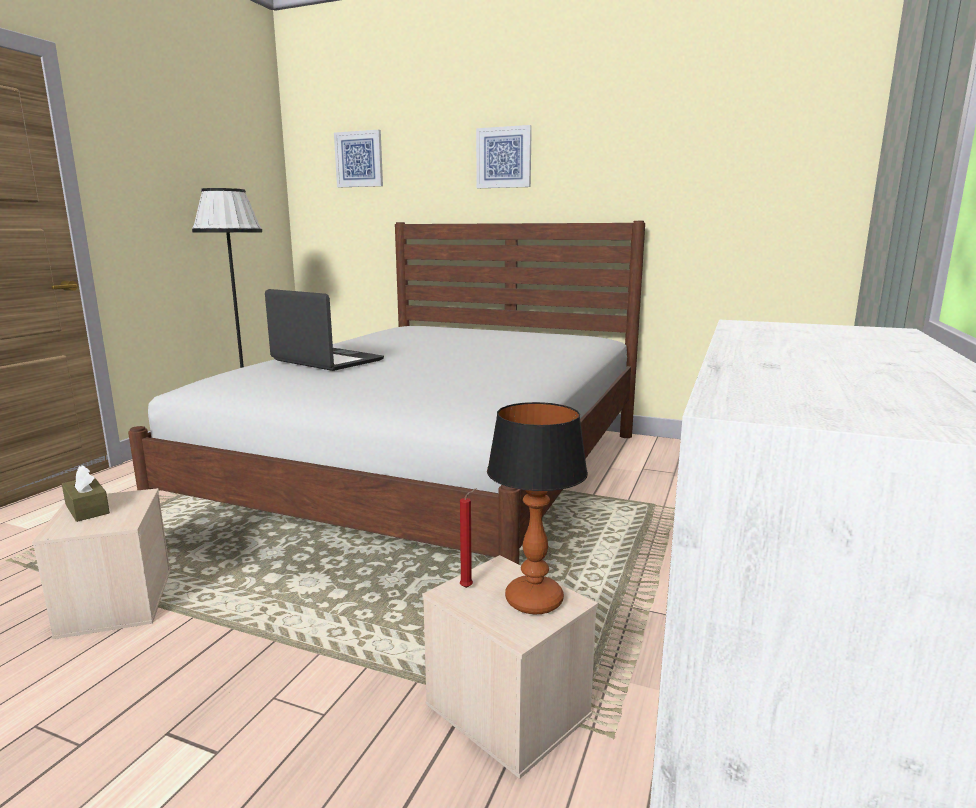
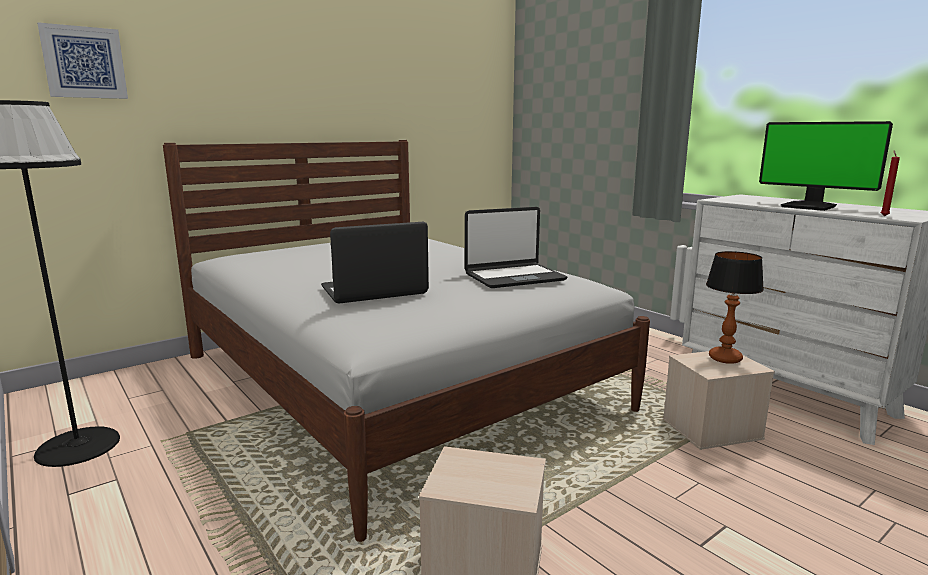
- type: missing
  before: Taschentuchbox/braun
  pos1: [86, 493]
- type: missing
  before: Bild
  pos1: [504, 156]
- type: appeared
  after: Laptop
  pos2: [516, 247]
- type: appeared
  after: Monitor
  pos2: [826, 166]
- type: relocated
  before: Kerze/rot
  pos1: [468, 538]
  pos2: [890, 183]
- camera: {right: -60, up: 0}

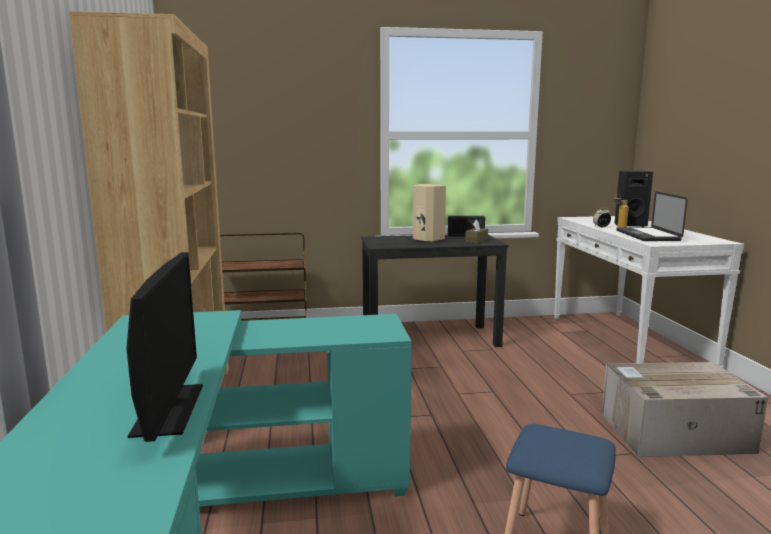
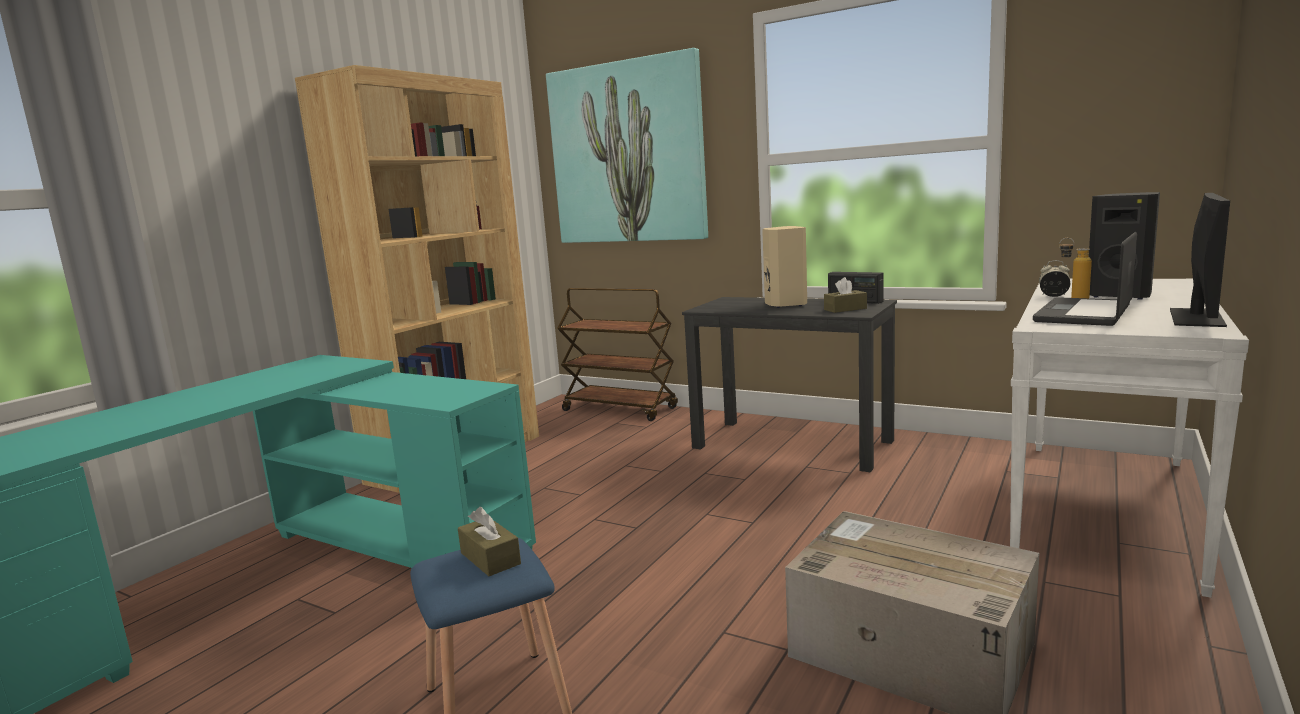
- type: appeared
  after: Taschentuchbox/braun
  pos2: [489, 541]
- type: appeared
  after: Bild
  pos2: [627, 145]
- type: relocated
  before: Monitor
  pos1: [164, 347]
  pos2: [1200, 260]
- camera: {right: 40, up: 0}

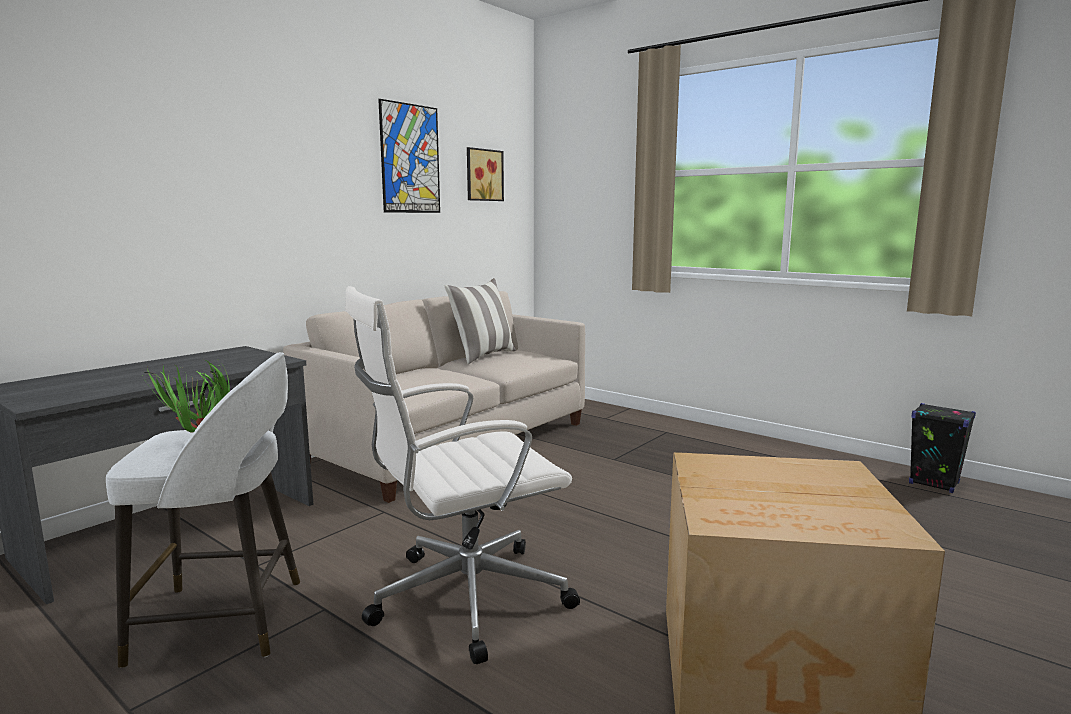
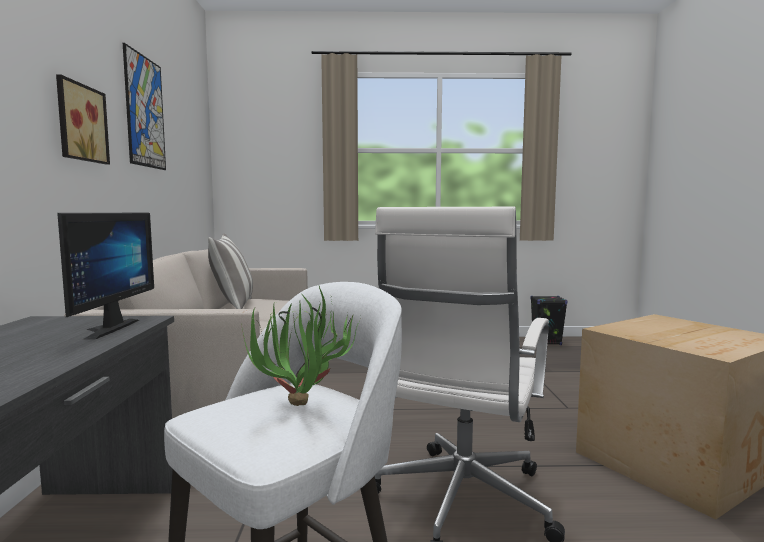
- type: appeared
  after: Monitor
  pos2: [105, 276]
- type: relocated
  before: Bild
  pos1: [485, 174]
  pos2: [83, 119]
- camera: {right: -40, up: -5}

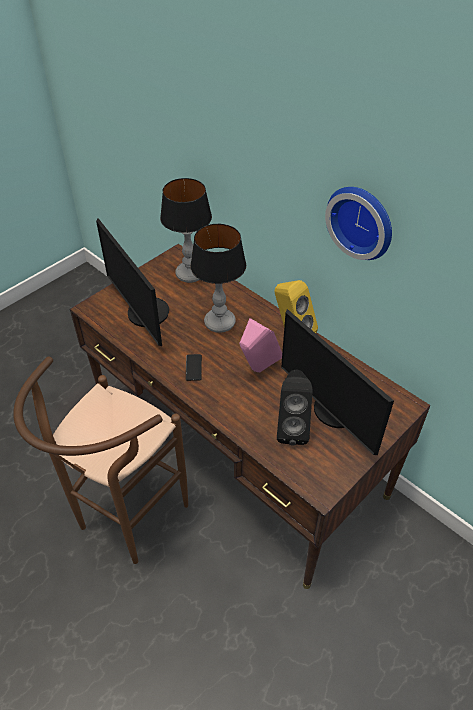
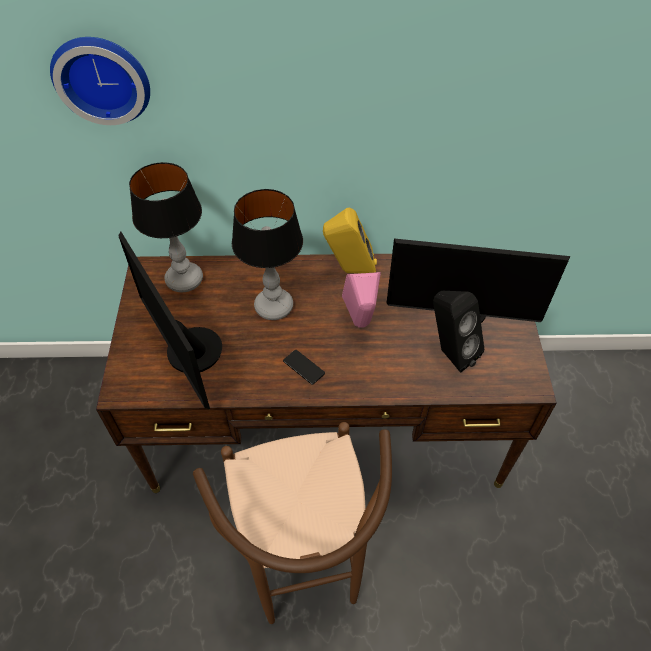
- type: relocated
  before: Wanduhr
  pos1: [358, 223]
  pos2: [100, 81]
- type: spun
  before: Monitor
  pos1: [132, 282]
  pos2: [170, 320]
  turn: 45
- camera: {right: -45, up: 5}

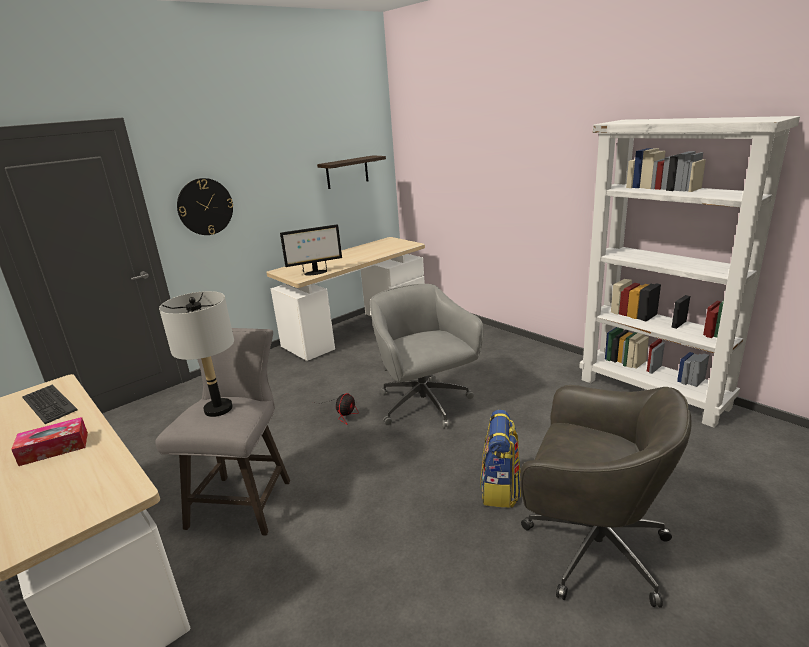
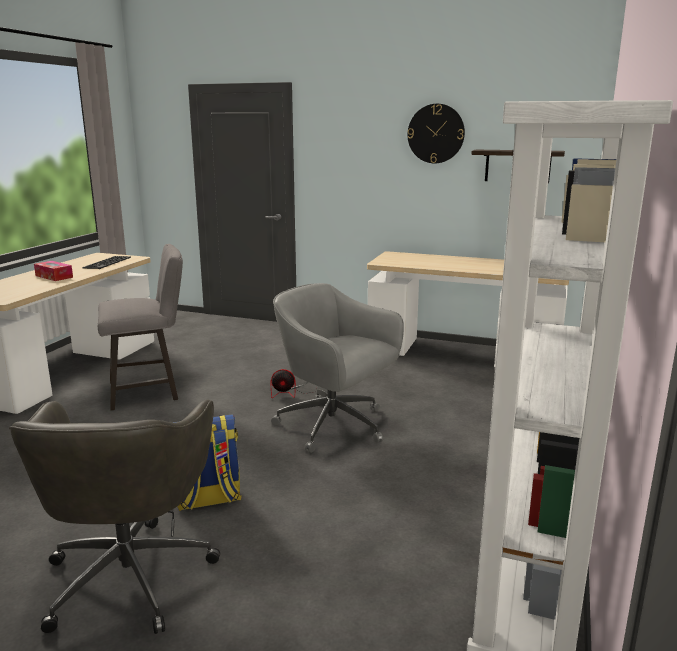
- type: missing
  before: Tischlampe/grau
  pos1: [196, 354]
- type: missing
  before: Monitor
  pos1: [311, 249]
- type: relocated
  before: Wanduhr
  pos1: [205, 206]
  pos2: [436, 133]
- type: spun
  before: Bürostuhl/grau
  pos1: [427, 356]
  pos2: [337, 368]
  turn: -90
- camera: {right: 60, up: -5}

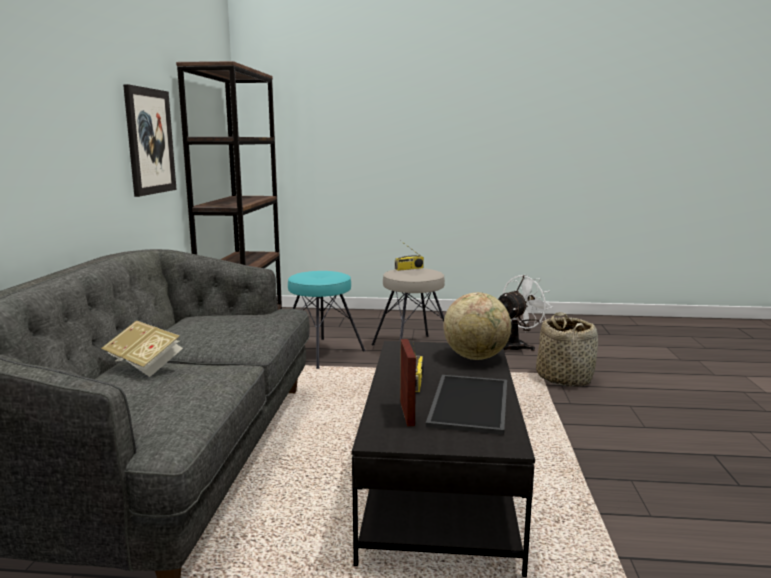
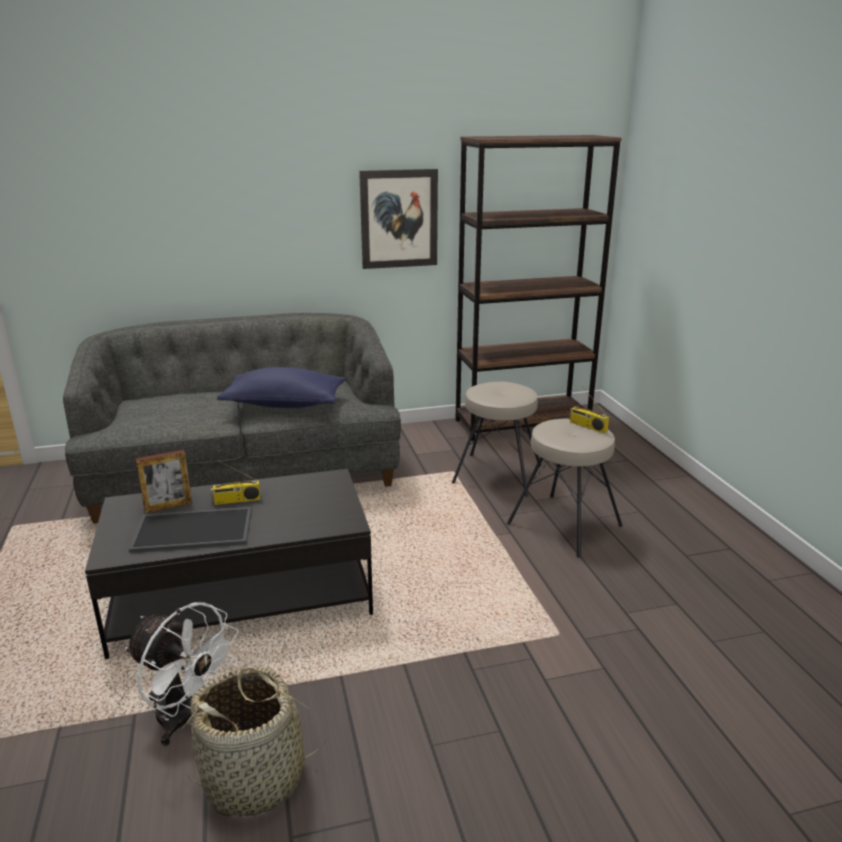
- type: missing
  before: Buch
  pos1: [142, 348]
- type: missing
  before: Globus
  pos1: [477, 326]
- type: appeared
  after: Kissen/blau
  pos2: [281, 387]
- type: relocated
  before: Ventilator/weiß
  pos1: [525, 312]
  pos2: [182, 674]
- type: relocated
  before: Korb
  pos1: [567, 349]
  pos2: [254, 742]
- type: colour
  before: Hocker/türkis
  after: Hocker/beige
  pos1: [326, 320]
  pos2: [496, 439]
- camera: {right: 70, up: 10}

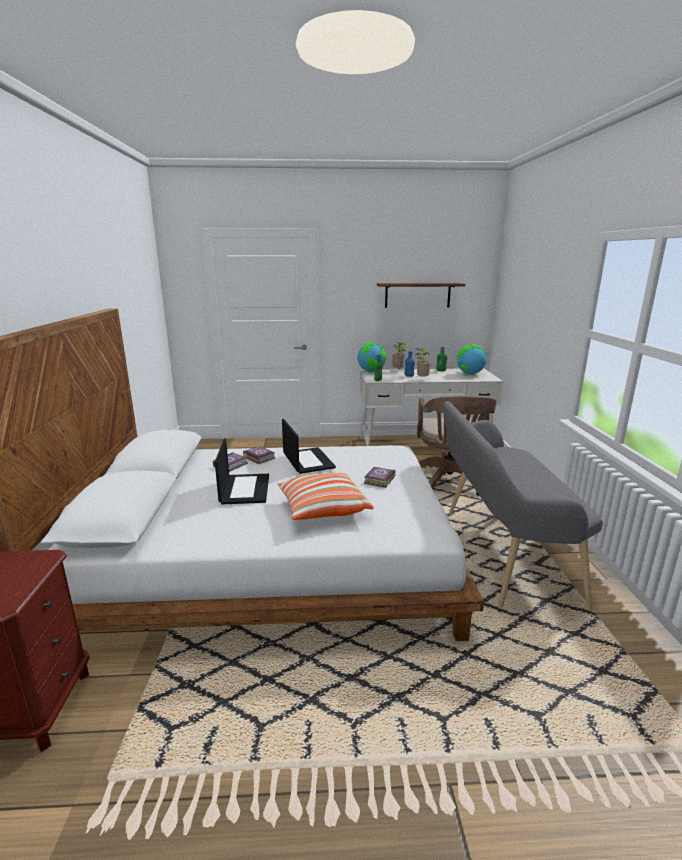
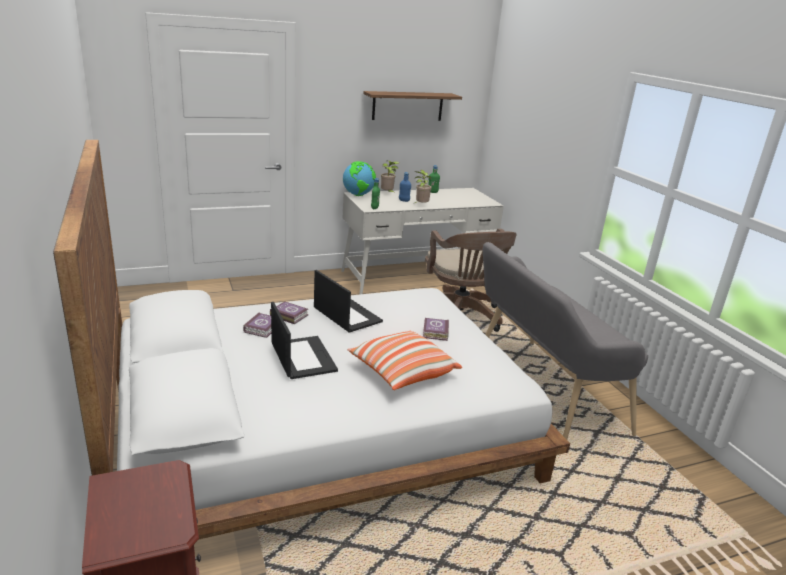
- type: missing
  before: Globus
  pos1: [472, 359]
- camera: {right: -20, up: 5}

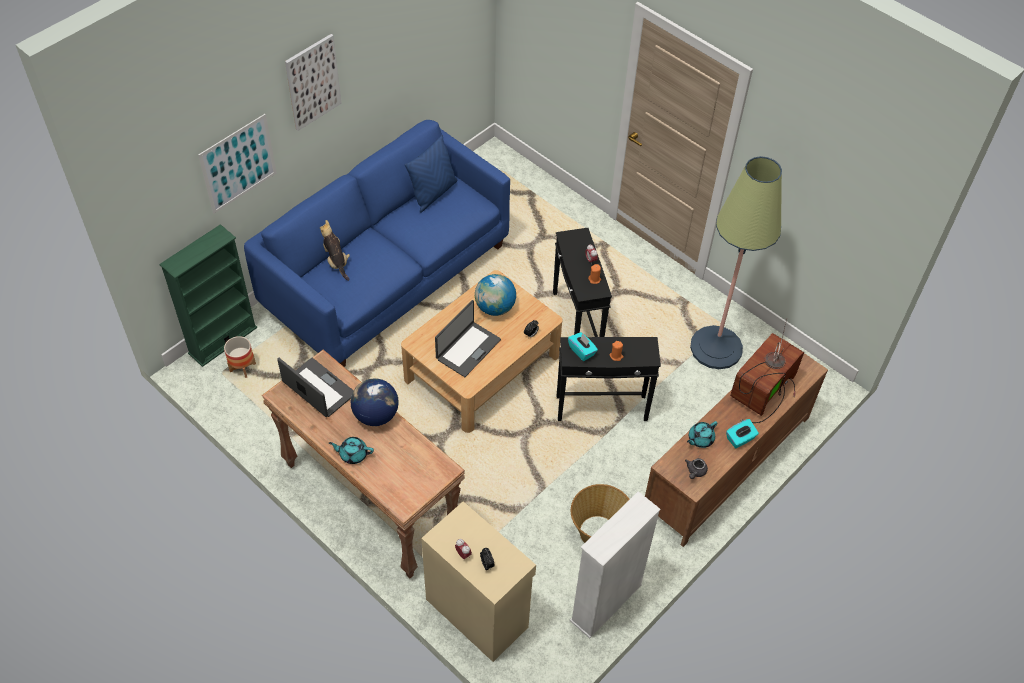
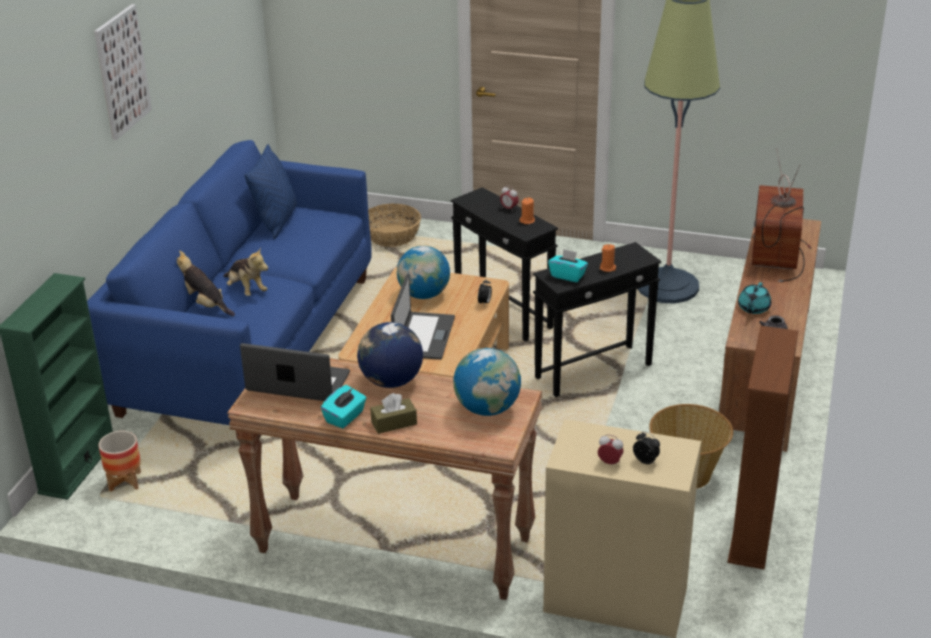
- type: missing
  before: Bild
  pos1: [237, 164]
- type: appeared
  after: Plüschtier
  pos2: [245, 271]
- type: appeared
  after: Korb
  pos2: [394, 225]
- type: appeared
  after: Globus
  pos2: [487, 382]
- type: relocated
  before: Taschentuchbox/türkis
  pos1: [742, 433]
  pos2: [343, 406]
- type: exchanged
  before: Teekanne/türkis
  after: Taschentuchbox/braun
  pos1: [351, 450]
  pos2: [393, 413]
- type: colour
  before: Bücherregal/weiß
  after: Bücherregal/braun
  pos1: [615, 564]
  pos2: [762, 447]
- camera: {right: -25, up: -20}

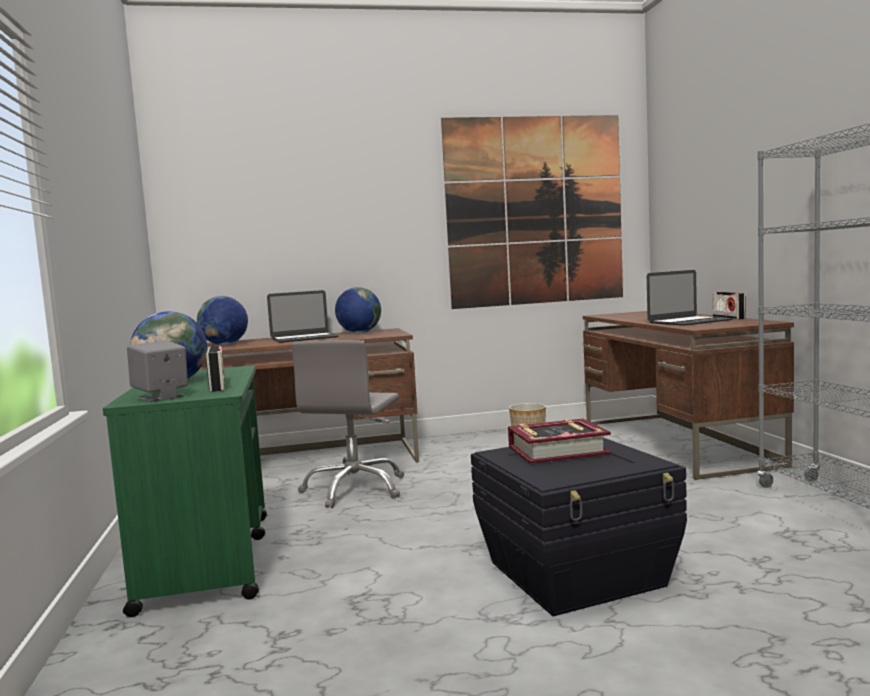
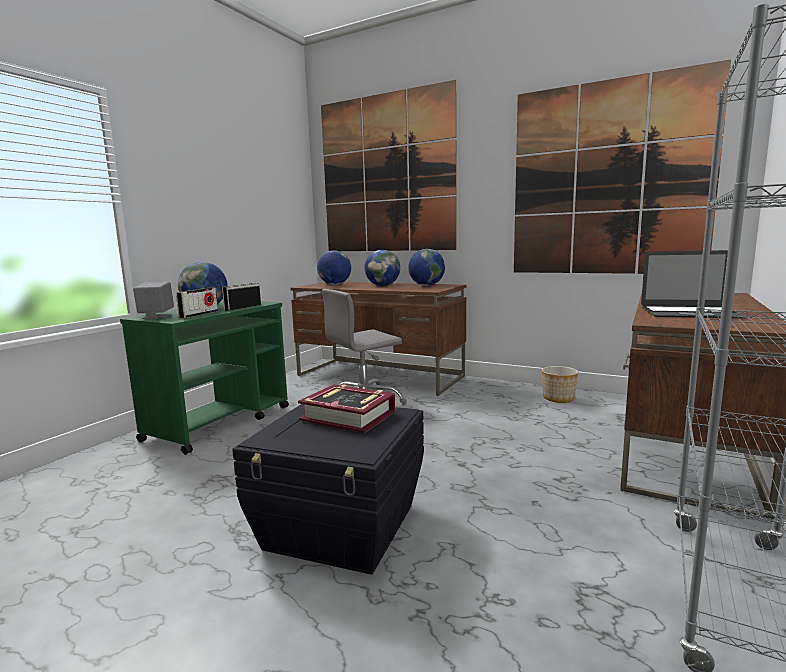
- type: appeared
  after: Bild
  pos2: [389, 165]
- type: relocated
  before: Radio
  pos1: [729, 305]
  pos2: [241, 297]
- type: exchanged
  before: Laptop
  after: Globus
  pos1: [303, 316]
  pos2: [382, 268]
- camera: {right: 40, up: 5}

